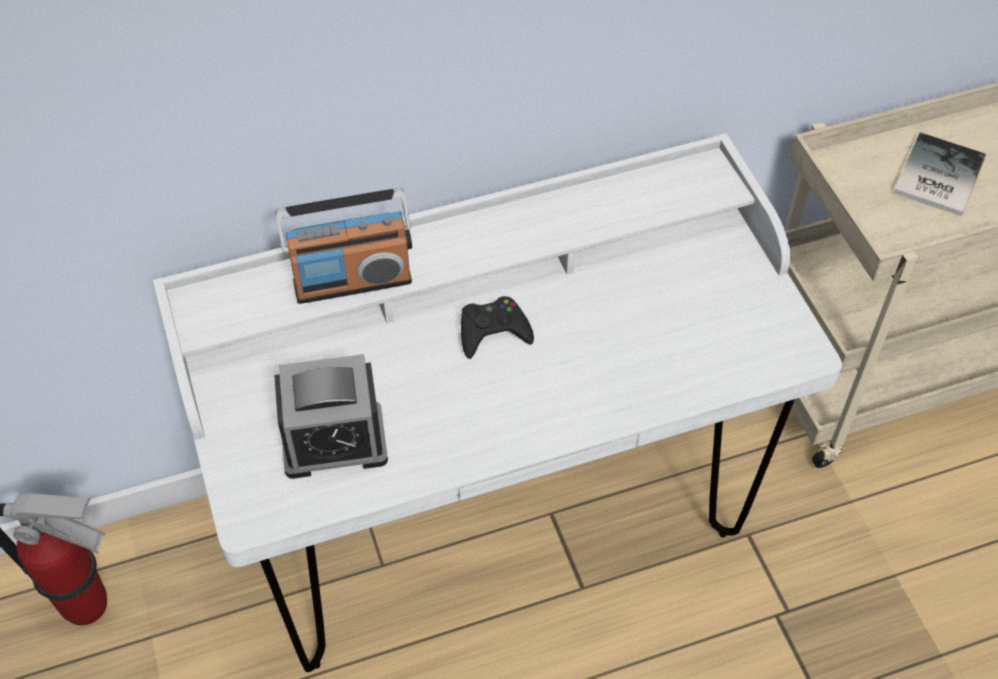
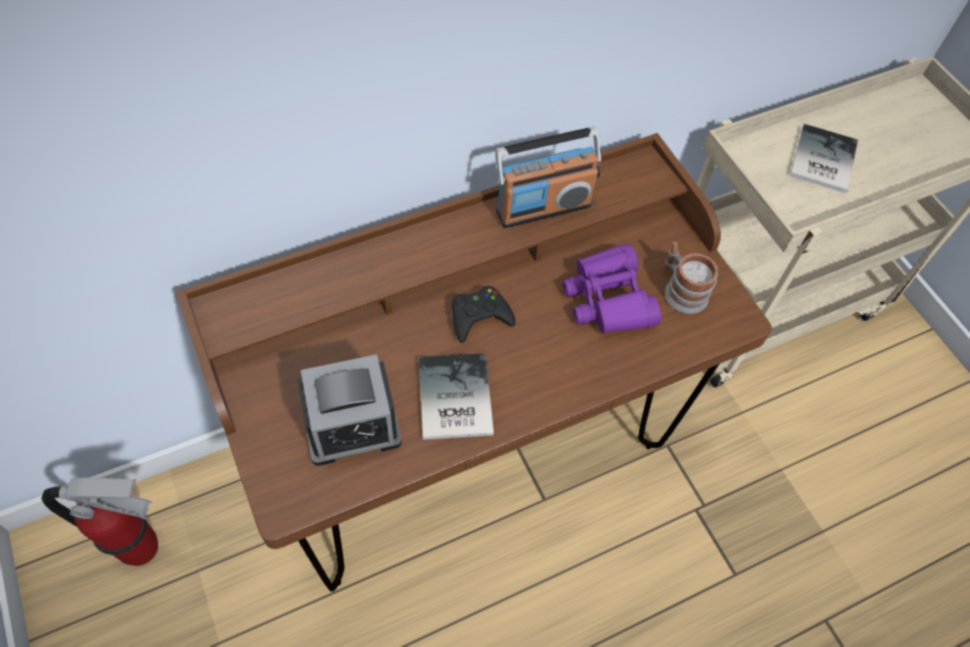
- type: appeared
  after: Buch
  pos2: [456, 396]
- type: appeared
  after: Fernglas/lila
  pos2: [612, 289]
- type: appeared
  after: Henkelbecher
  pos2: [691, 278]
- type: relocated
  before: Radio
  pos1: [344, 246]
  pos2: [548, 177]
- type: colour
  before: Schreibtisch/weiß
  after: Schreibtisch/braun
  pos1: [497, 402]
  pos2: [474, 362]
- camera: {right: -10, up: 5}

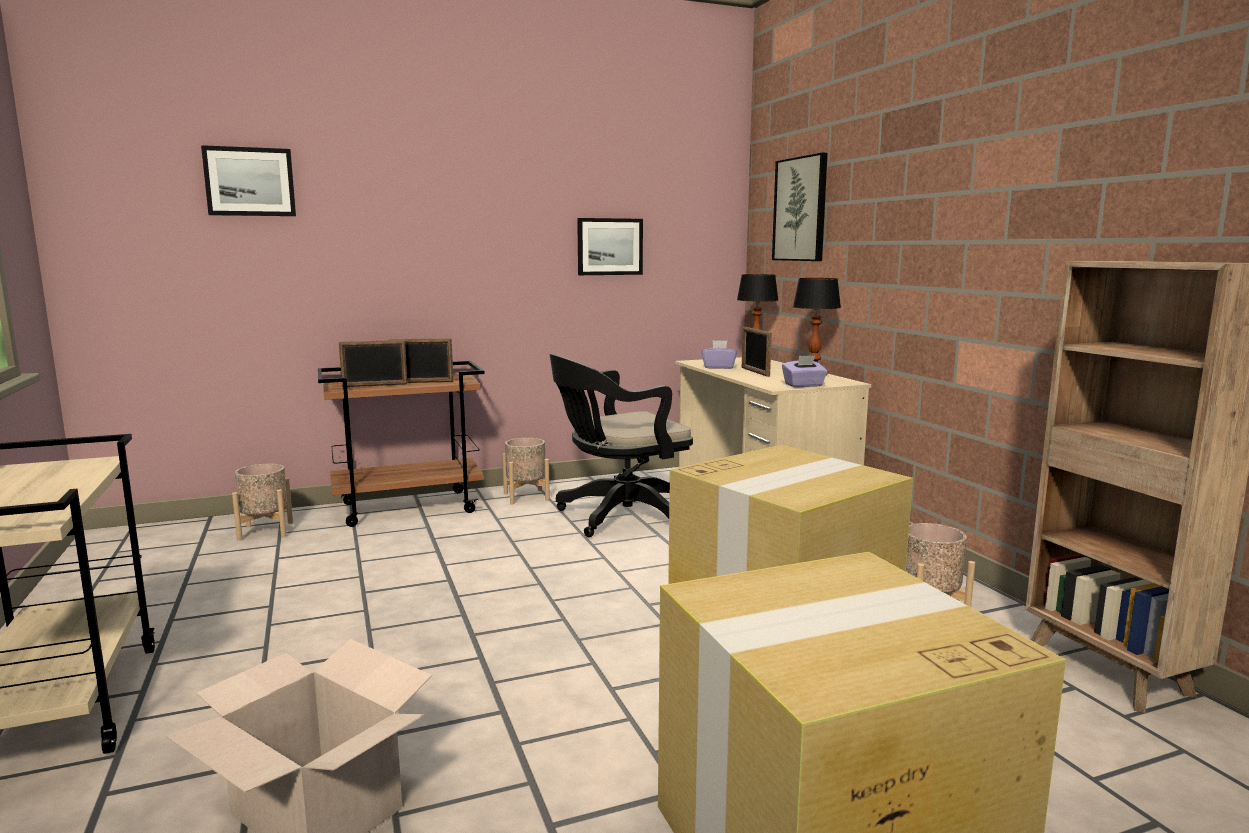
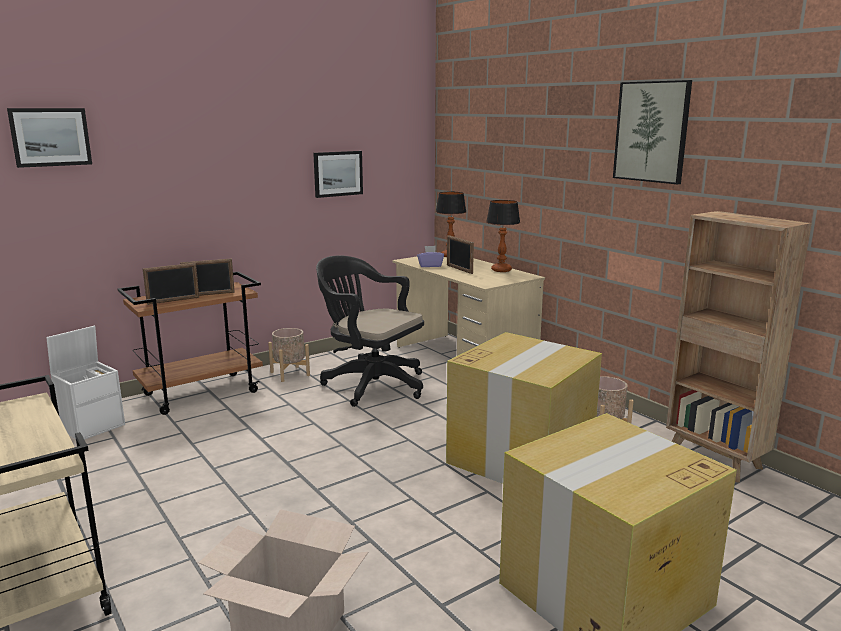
- type: missing
  before: Taschentuchbox/lila
  pos1: [805, 371]
- type: relocated
  before: Bild
  pos1: [800, 207]
  pos2: [652, 132]
- type: exchanged
  before: Pflanzkübel/beige
  after: Aufbewahrungsbox/weiß
  pos1: [262, 502]
  pos2: [85, 383]
- type: spun
  before: Bürostuhl/schwarz
  pos1: [621, 445]
  pos2: [370, 331]
  turn: 75
- camera: {right: -15, up: 5}

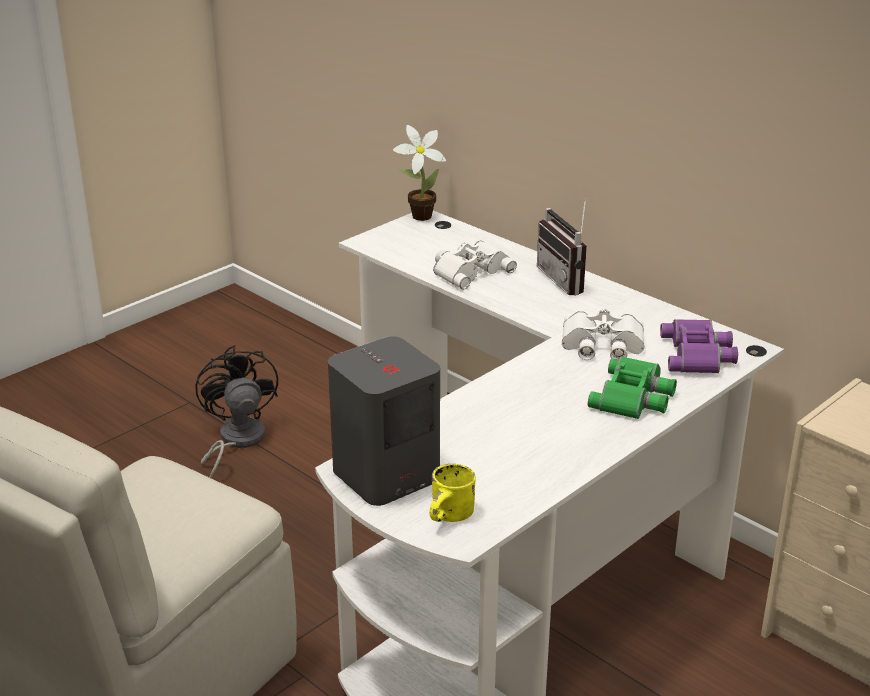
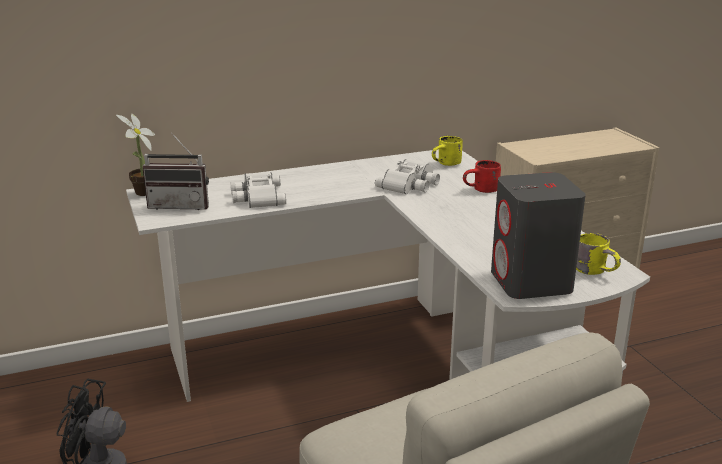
- type: relocated
  before: Radio
  pos1: [562, 246]
  pos2: [176, 171]
- type: exchanged
  before: Fernglas/grün
  after: Henkelbecher/rot
  pos1: [632, 387]
  pos2: [482, 176]
- type: exchanged
  before: Fernglas/lila
  after: Henkelbecher/gelb
  pos1: [699, 346]
  pos2: [447, 151]
- camera: {right: -65, up: -5}

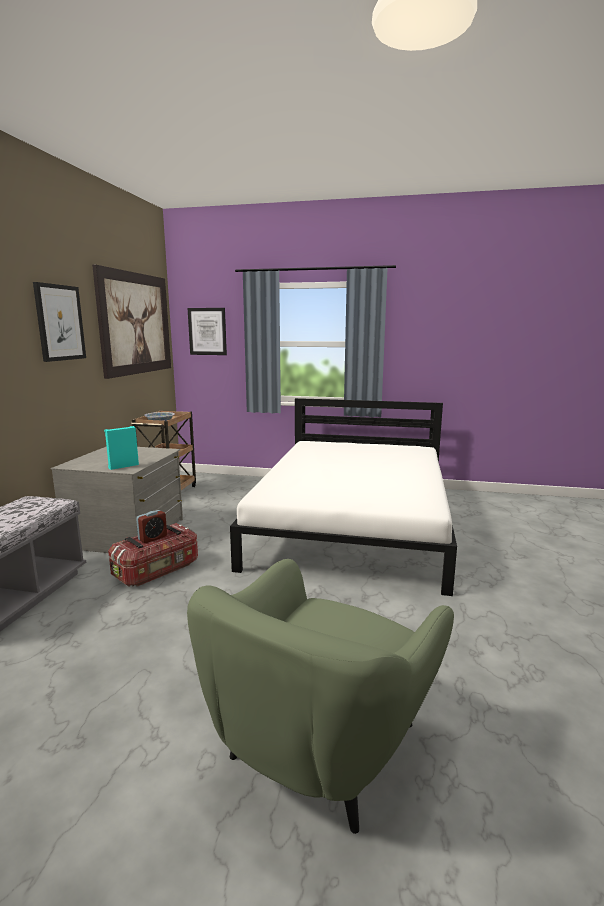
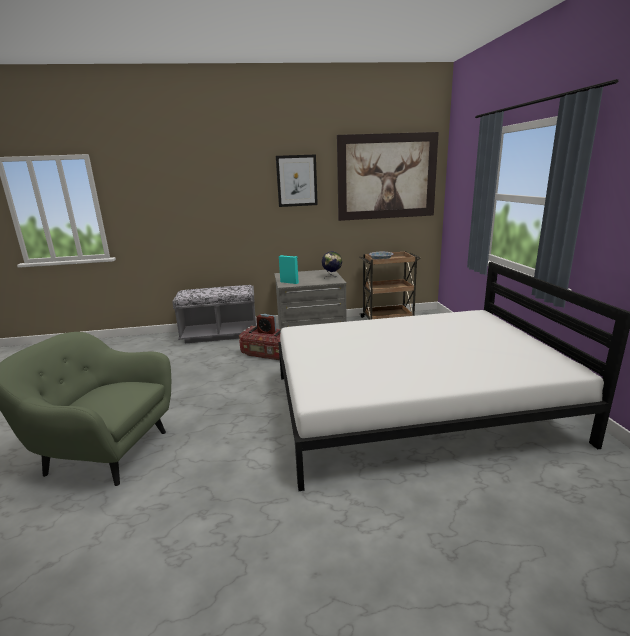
- type: missing
  before: Bild
  pos1: [207, 331]
- type: appeared
  after: Globus
  pos2: [332, 264]
- camera: {right: 70, up: 5}

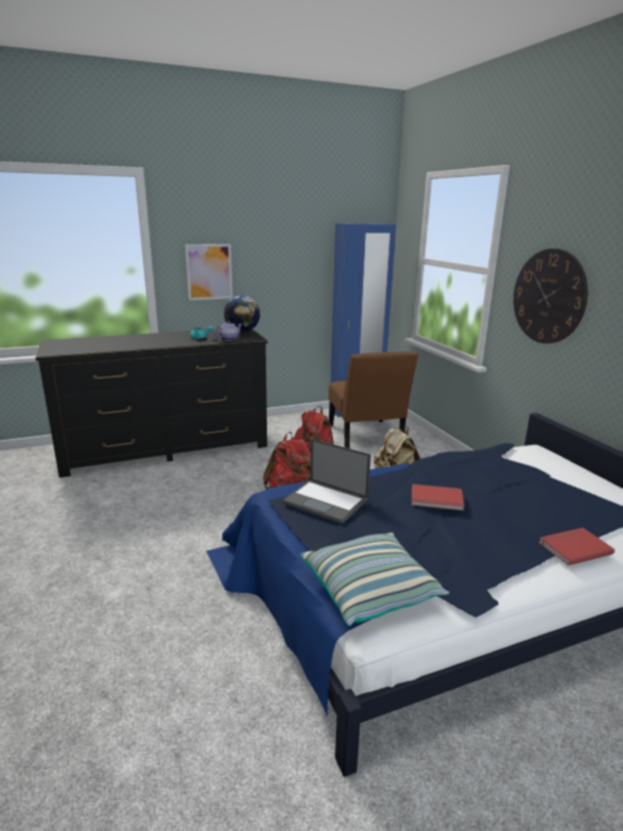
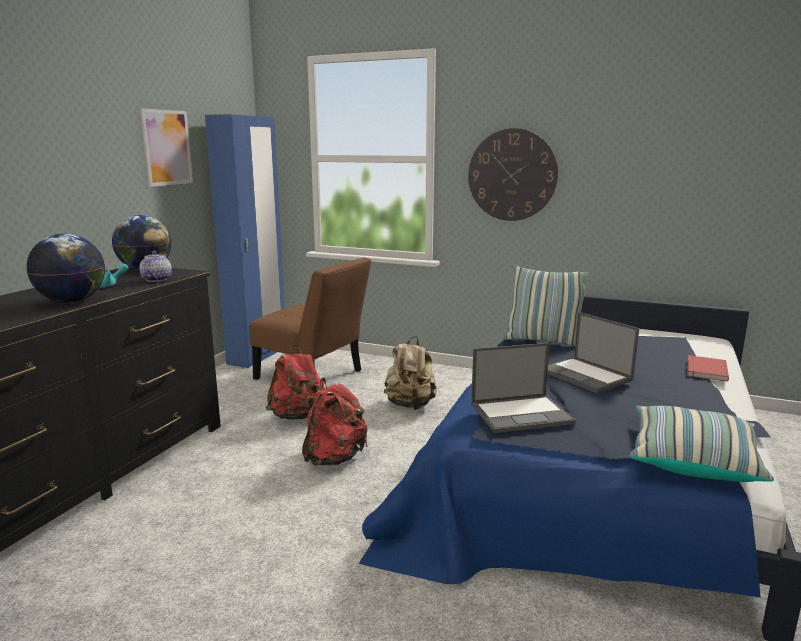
- type: appeared
  after: Globus
  pos2: [66, 268]
- type: appeared
  after: Kissen
  pos2: [546, 305]
- type: relocated
  before: Bild
  pos1: [209, 272]
  pos2: [166, 147]
- type: exchanged
  before: Buch/rot
  after: Laptop
  pos1: [438, 497]
  pos2: [593, 352]
- camera: {right: -45, up: -5}

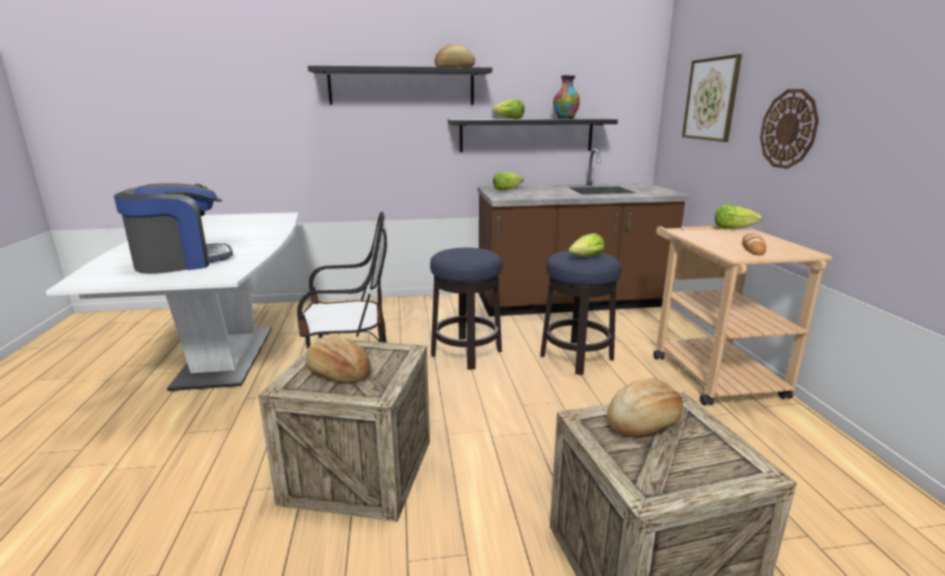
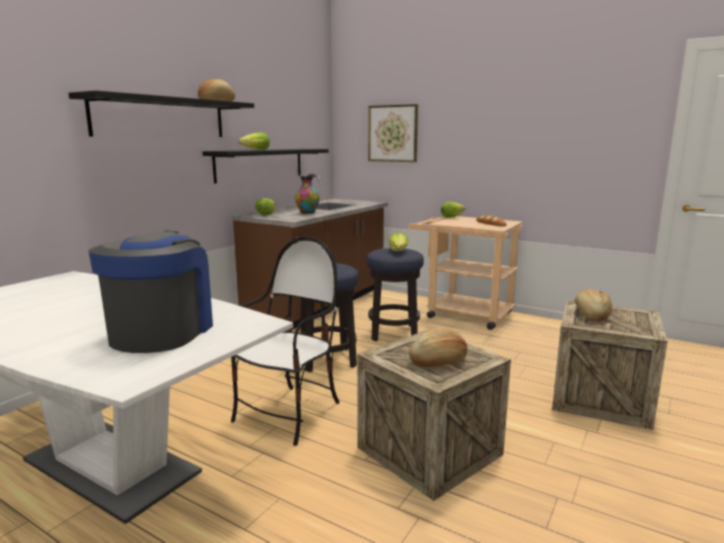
- type: missing
  before: Wanduhr
  pos1: [789, 129]
- type: relocated
  before: Vase
  pos1: [566, 97]
  pos2: [307, 195]
- camera: {right: -50, up: -5}

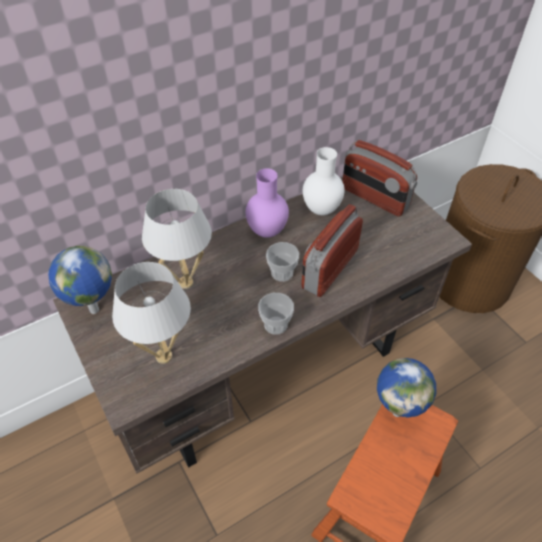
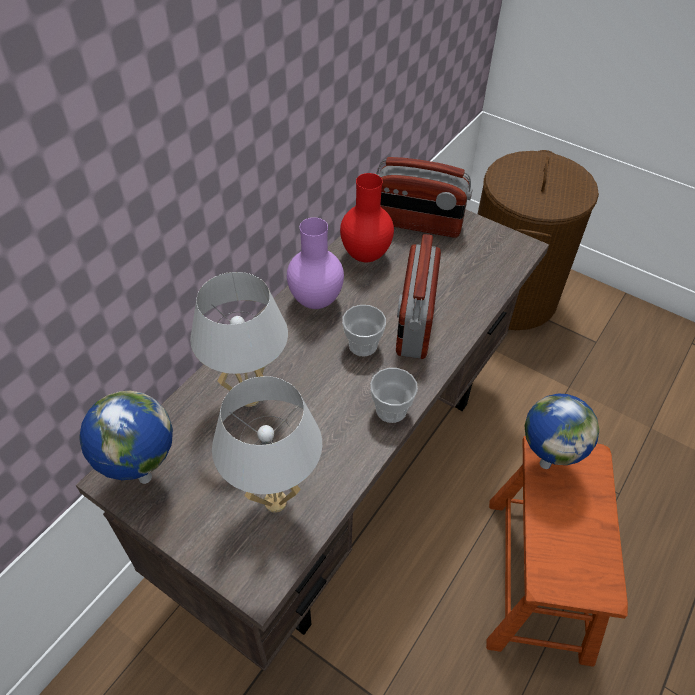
- type: colour
  before: Vase/weiß
  after: Vase/rot
  pos1: [323, 181]
  pos2: [367, 217]
- camera: {right: -25, up: 0}

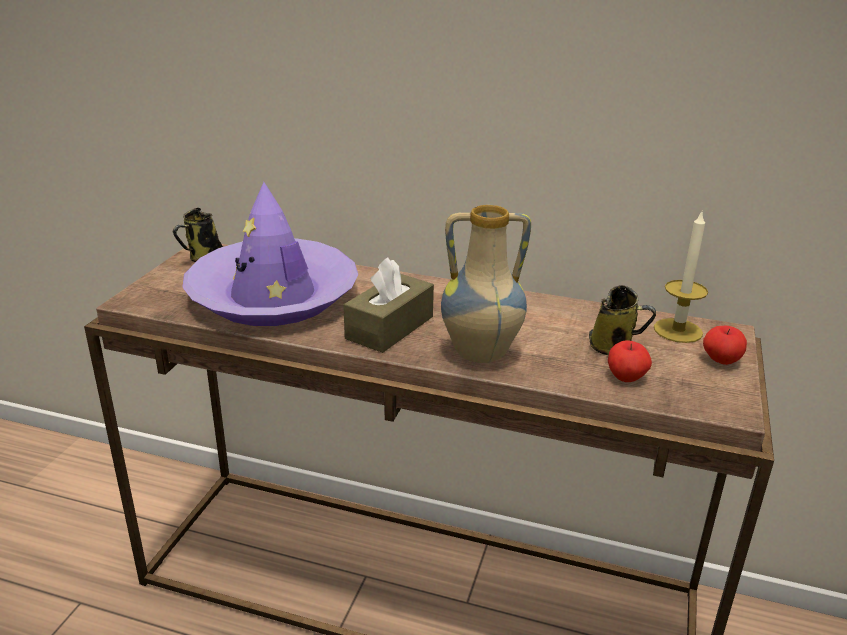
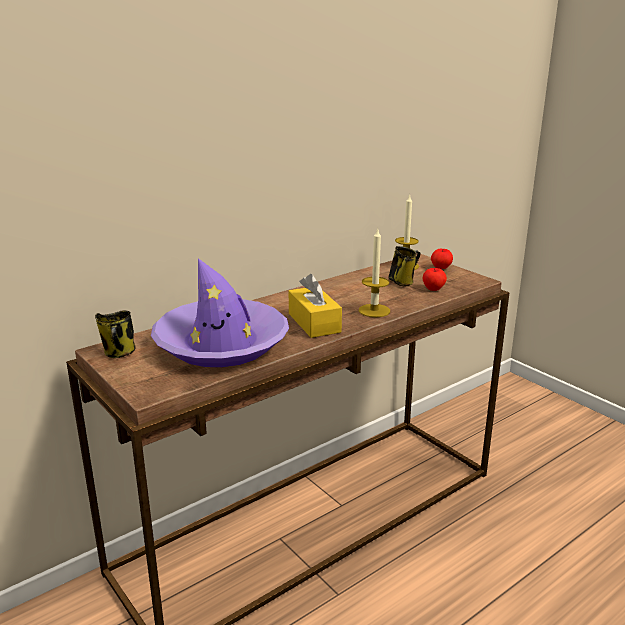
- type: exchanged
  before: Vase
  after: Kerze
  pos1: [486, 284]
  pos2: [374, 273]
- type: colour
  before: Taschentuchbox/braun
  after: Taschentuchbox/gelb
  pos1: [389, 305]
  pos2: [315, 306]
- camera: {right: -55, up: -5}

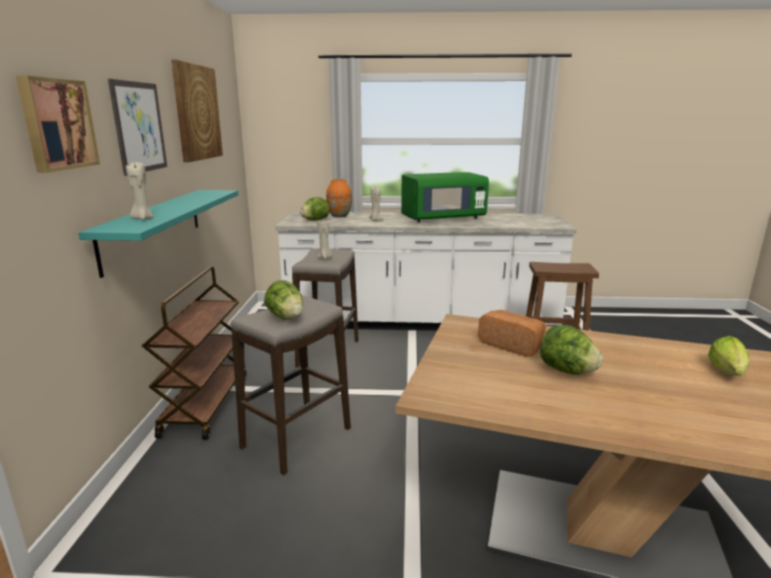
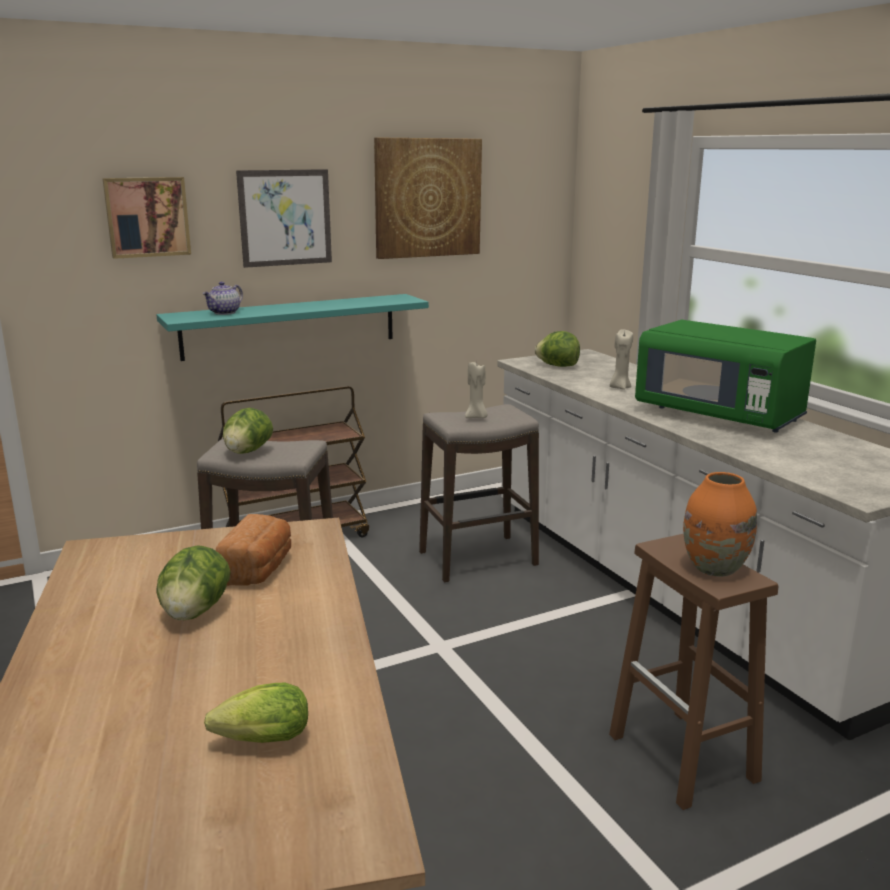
- type: relocated
  before: Vase/orange
  pos1: [339, 198]
  pos2: [720, 524]
- type: exchanged
  before: Kerze/beige
  after: Teekanne
  pos1: [140, 190]
  pos2: [222, 298]
- camera: {right: 60, up: 0}

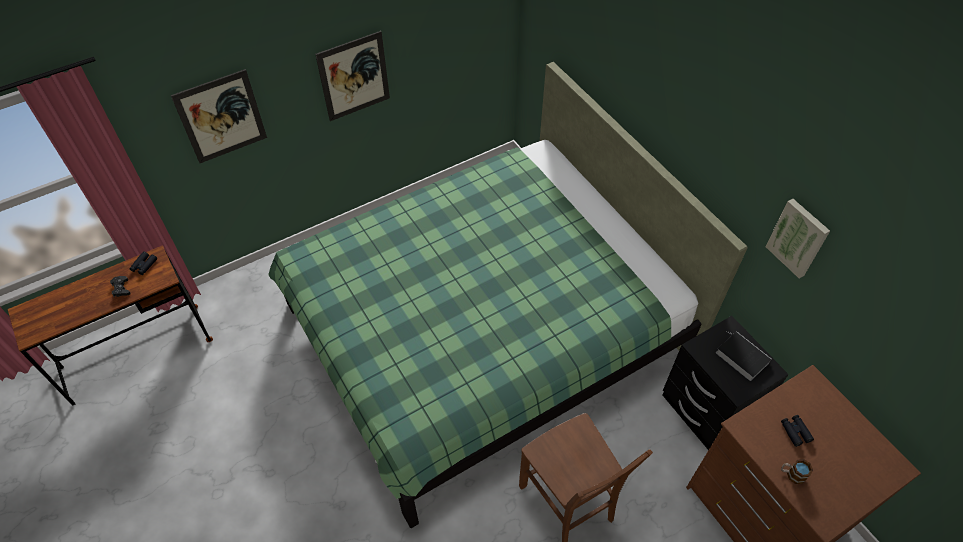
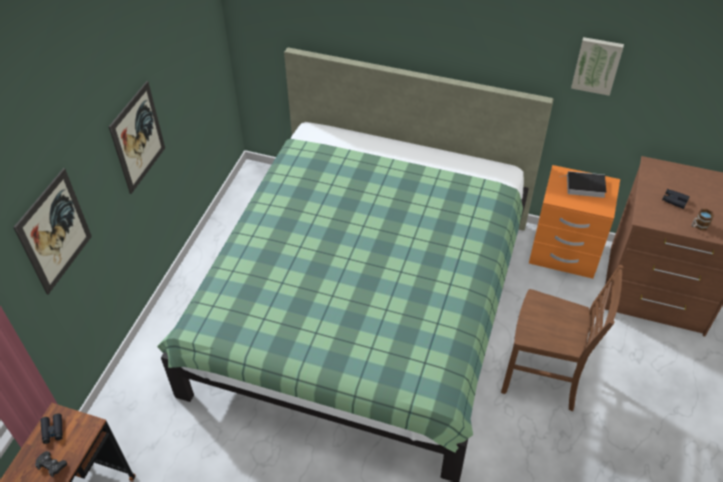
- type: colour
  before: Nachttisch/schwarz
  after: Nachttisch/orange
  pos1: [726, 383]
  pos2: [574, 222]
- camera: {right: -40, up: -5}

